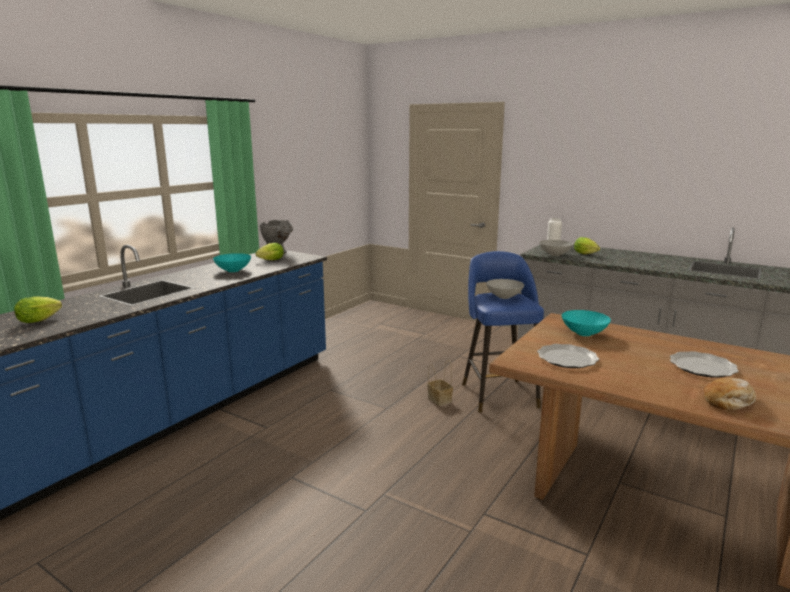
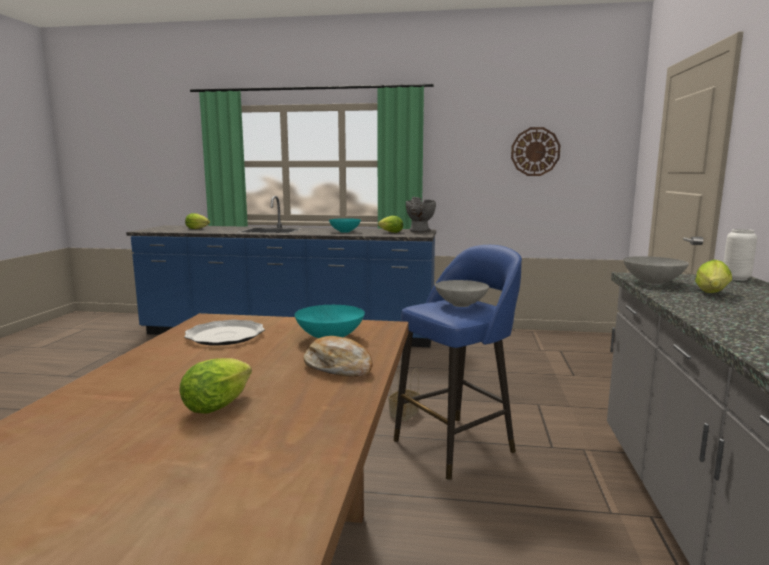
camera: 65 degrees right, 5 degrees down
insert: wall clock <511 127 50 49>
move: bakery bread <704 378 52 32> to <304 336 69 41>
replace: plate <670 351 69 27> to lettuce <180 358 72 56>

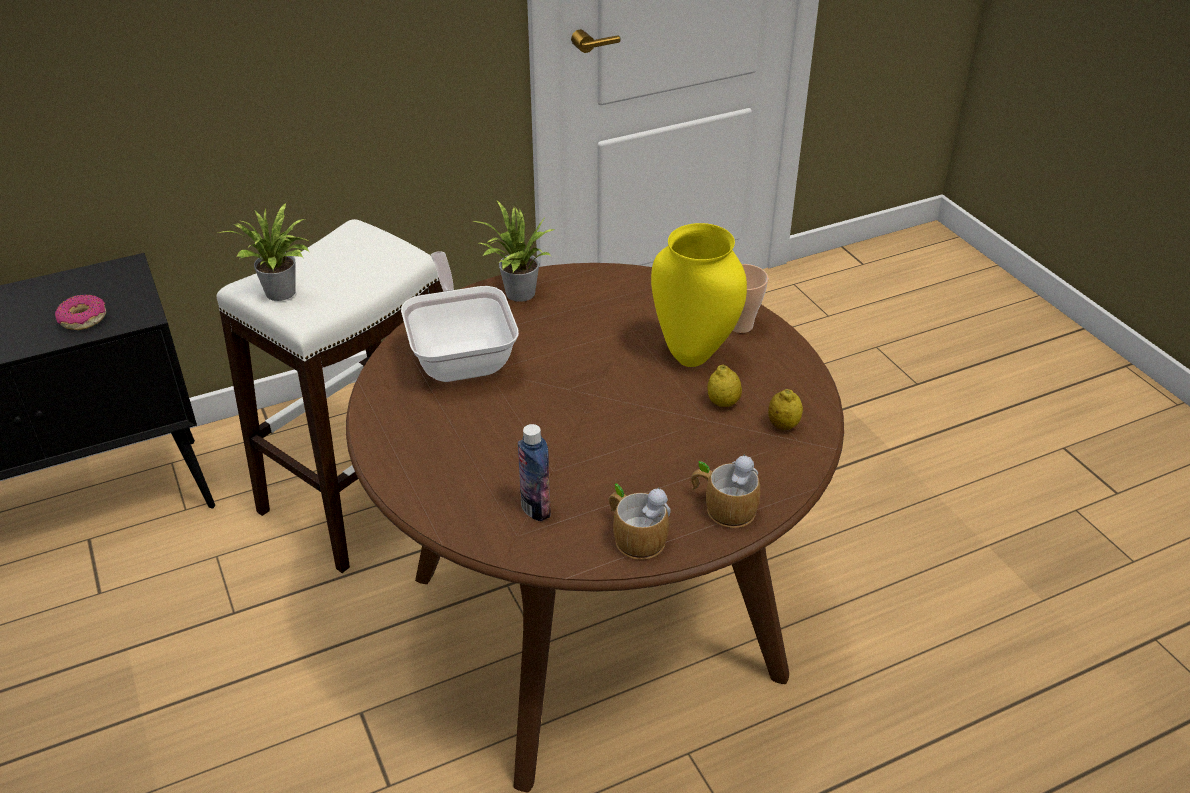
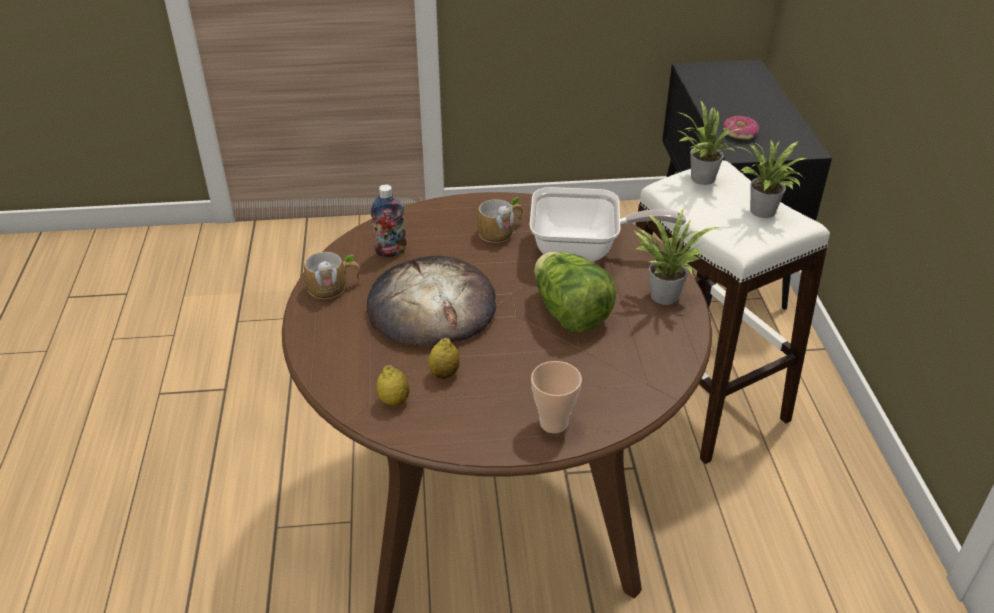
camera: 110 degrees right, 0 degrees up
delete: yellow flower vase <651 223 96 144>
insert: bakery bread <367 256 129 90>; lettuce <534 252 82 81>; houseplant <738 140 69 78>
move: tea mug <691 454 69 74> to <477 197 46 46>

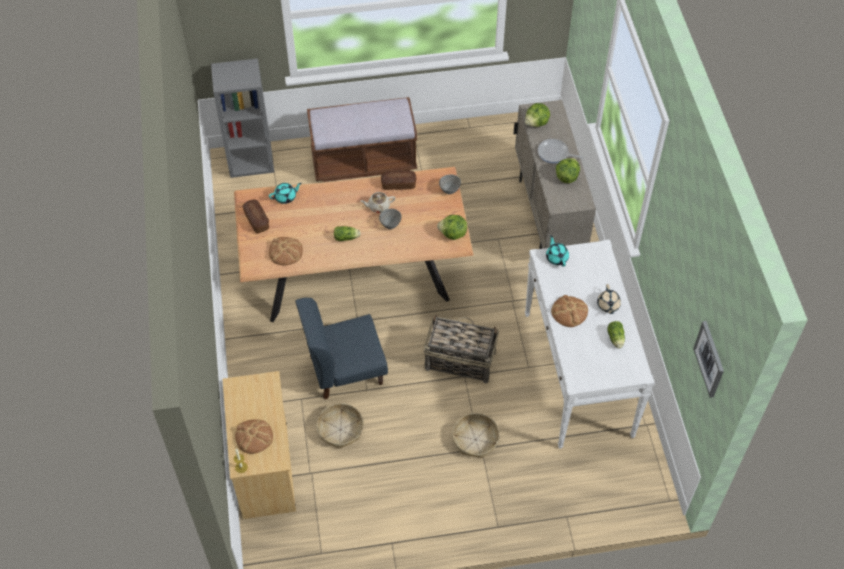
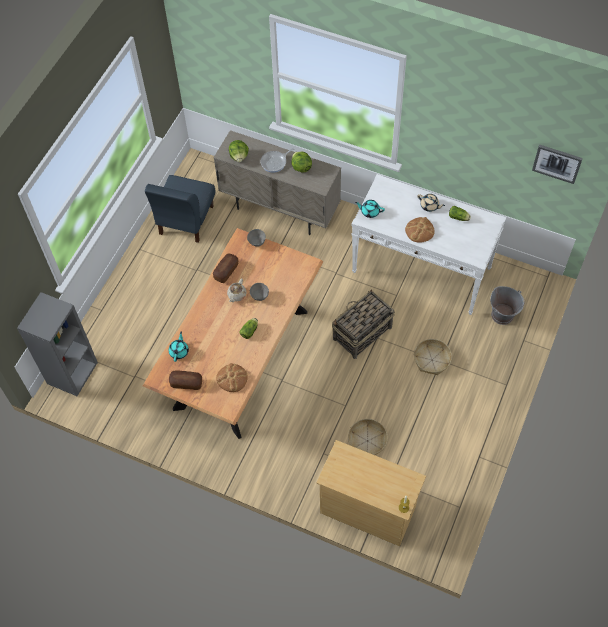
camera: 55 degrees left, 5 degrees up
delete: bakery bread <235 419 38 35>; brownish long seat <307 97 110 85>; lettuce <437 215 30 25>
insert: gray water bucket <490 286 34 39>
move: bluish plain chair <295 298 93 102> to <145 175 71 68>

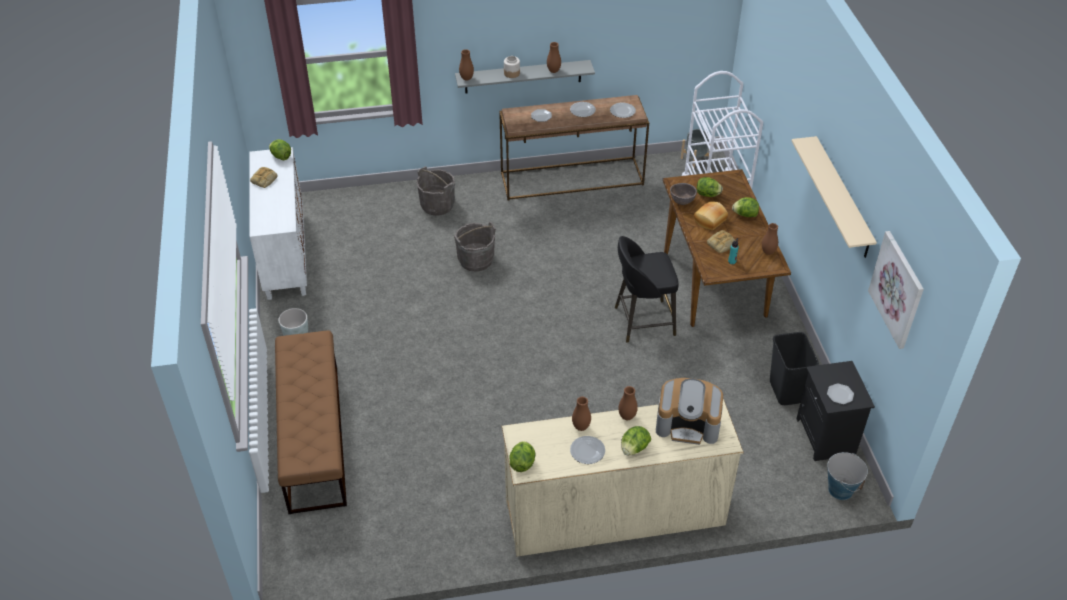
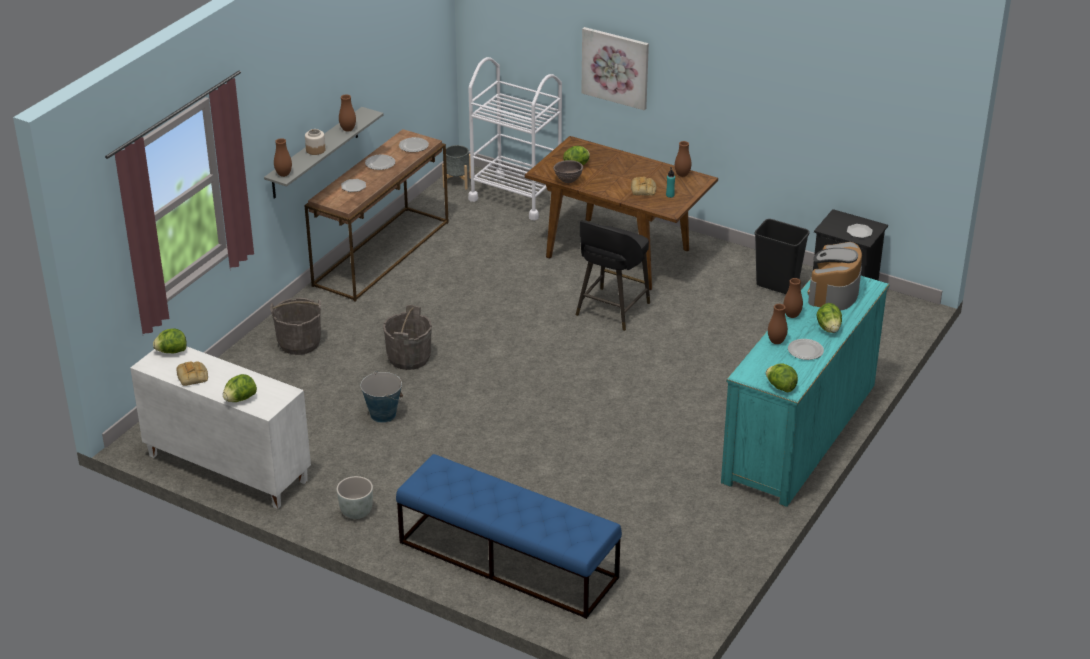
camera: 50 degrees left, 10 degrees down
delete: bakery bread <694 201 34 29>; beige-coloured shelf <792 136 85 122>
move: lettuce <732 197 27 20> to <223 374 34 28>; water bucket <827 452 41 48> to <361 371 42 52>; wall picture <868 231 56 118> to <581 27 68 83>
recolor: brownish long seat <275 330 72 184> to bluish long seat <396 454 226 165>; beige-coloured drawer chest <502 399 242 158> to turquoise drawer chest <721 276 168 231>
rotate: coffee brewer <656 378 67 67> = <807 242 55 69> 150 degrees clockwise

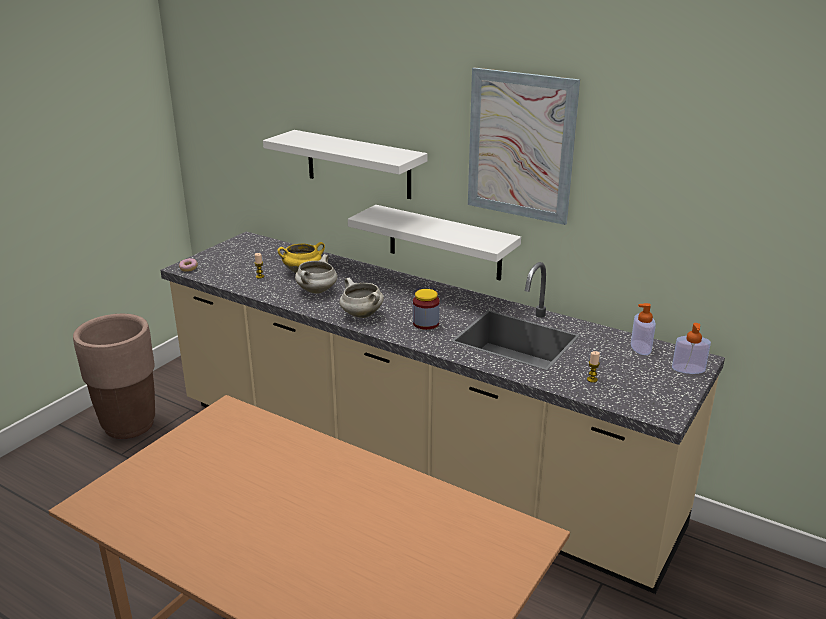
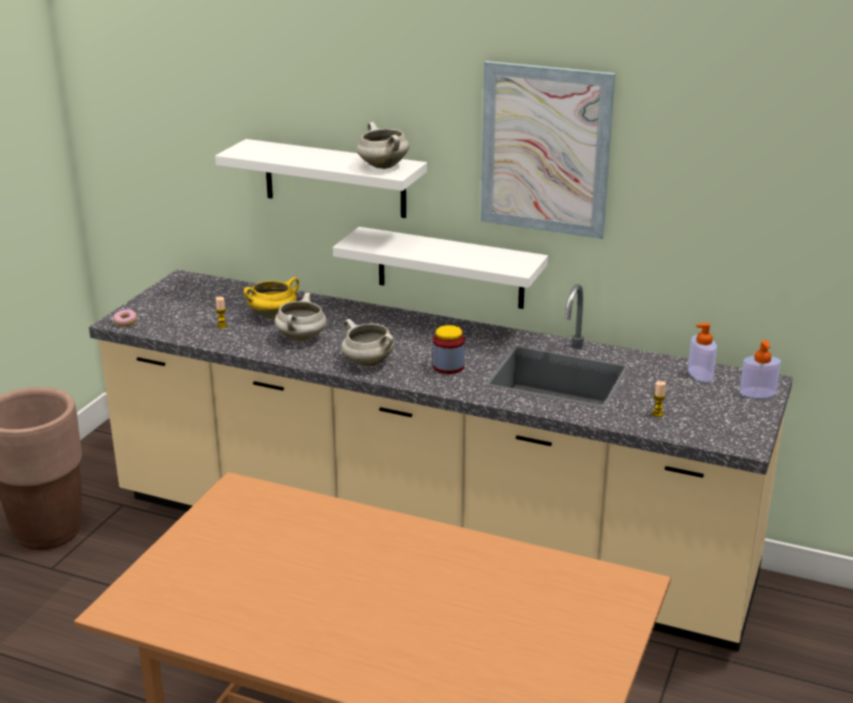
camera: 10 degrees left, 0 degrees up
insert: white-coloured cooking pot <357 122 52 47>

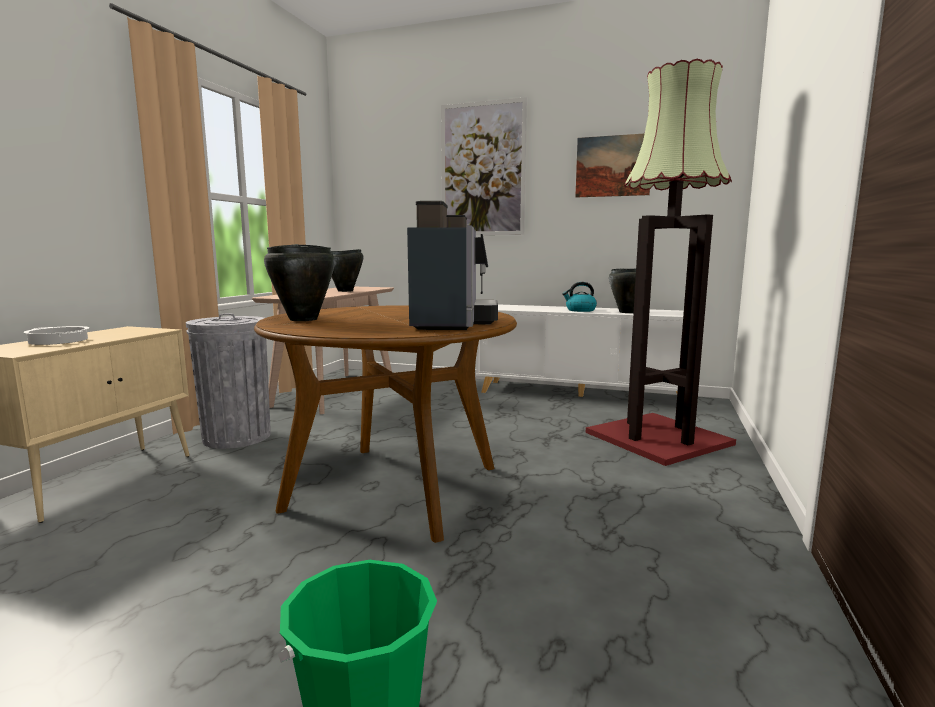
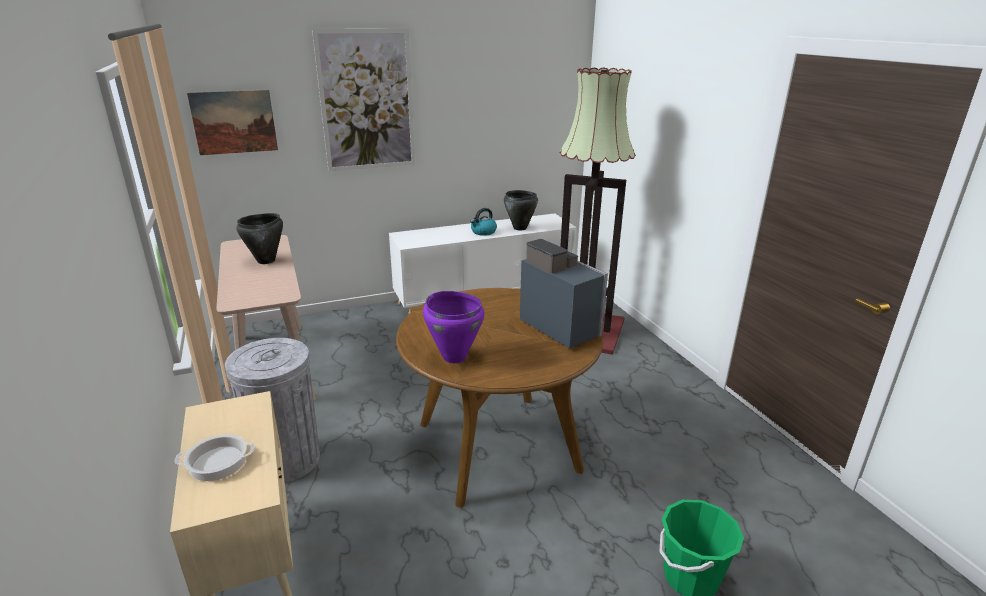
camera: 40 degrees left, 15 degrees up
move: wall picture <575 133 75 64> to <187 90 91 65>
recolor: black cooking pot <264 244 71 77> to purple-coloured cooking pot <423 291 61 72>

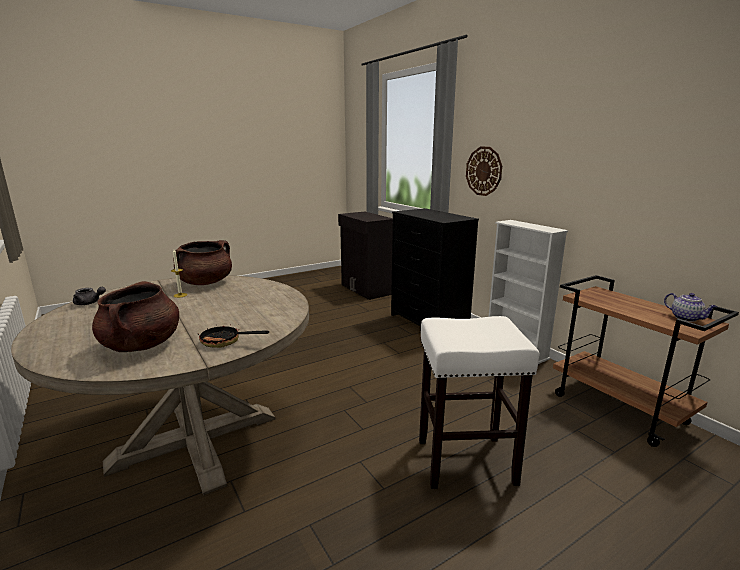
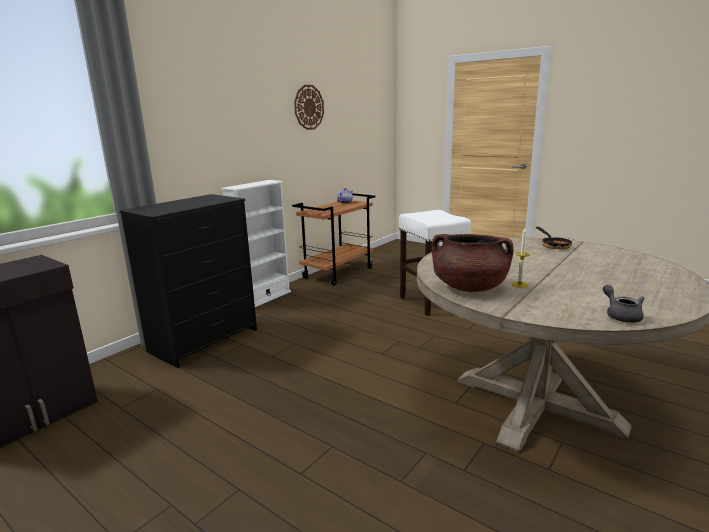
camera: 110 degrees left, 0 degrees up
delete: brownish cooking pot <92 281 87 71>
move: wall clock <466 147 36 49> to <294 85 30 45>

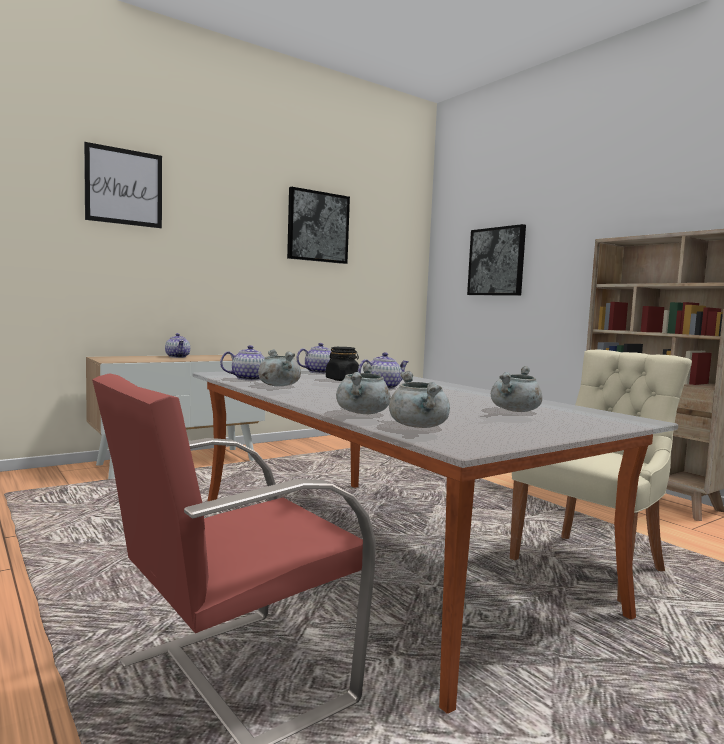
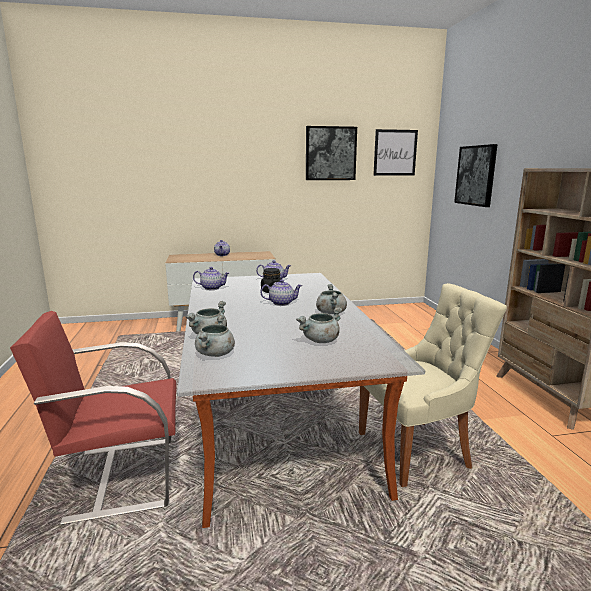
camera: 25 degrees right, 10 degrees up
move: wall picture <84 142 78 86> to <373 129 45 47>; gray cooking pot <258 349 43 37> to <316 284 31 30>

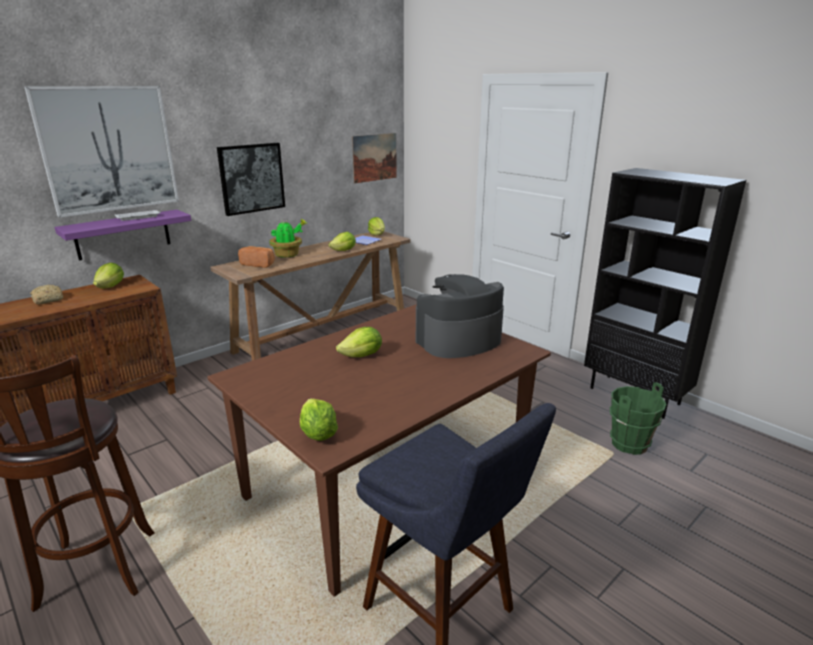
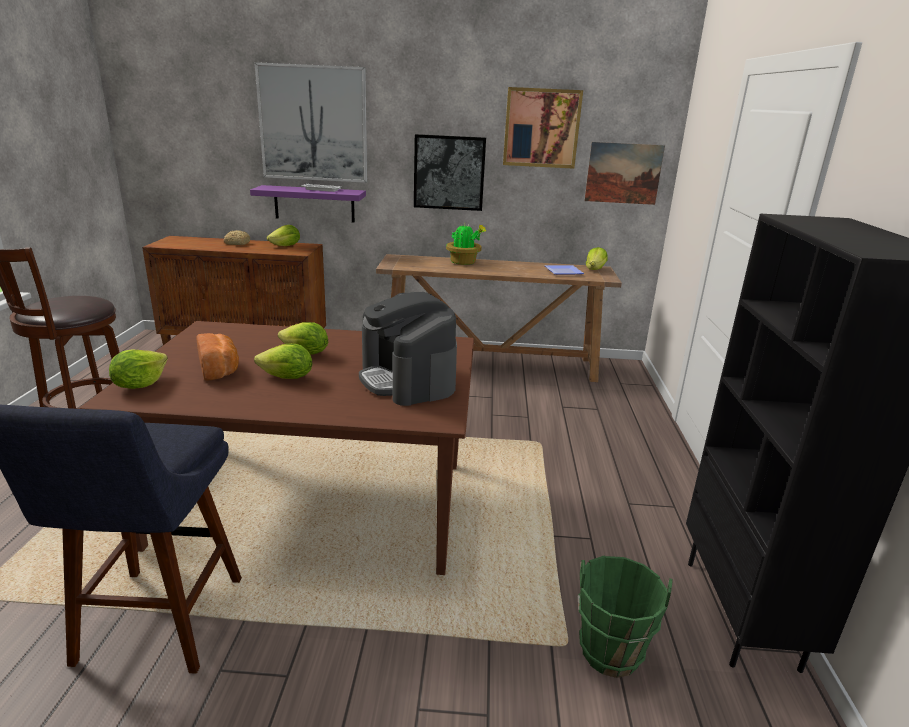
camera: 45 degrees right, 0 degrees up
insert: wall picture <503 87 80 82>
move: bakery bread <238 246 37 22> to <197 333 42 48>; lettuce <328 232 28 19> to <254 344 58 35>
rotate: coffee brewer <416 274 88 84> = <359 292 98 114> 135 degrees counterclockwise

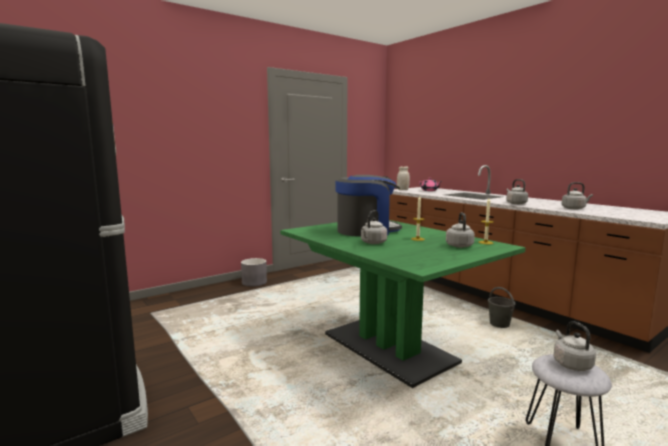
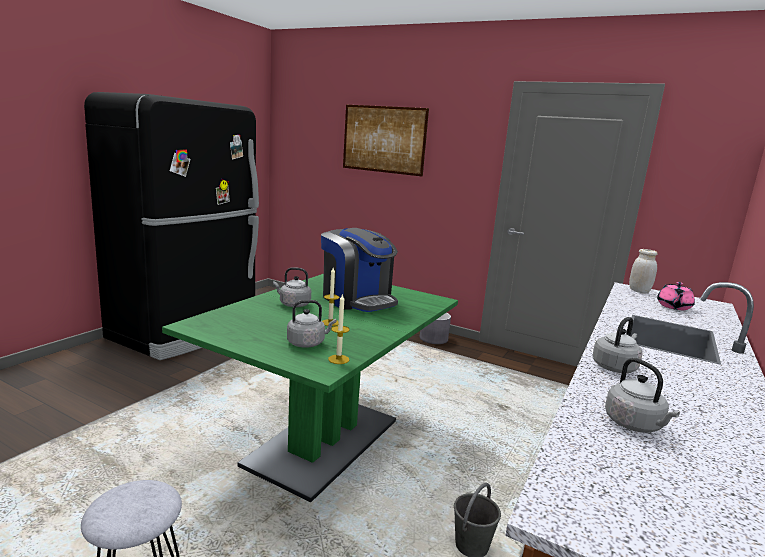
camera: 65 degrees right, 5 degrees up
delete: gray tea kettle <553 321 43 50>
insert: wall picture <343 105 86 71>

